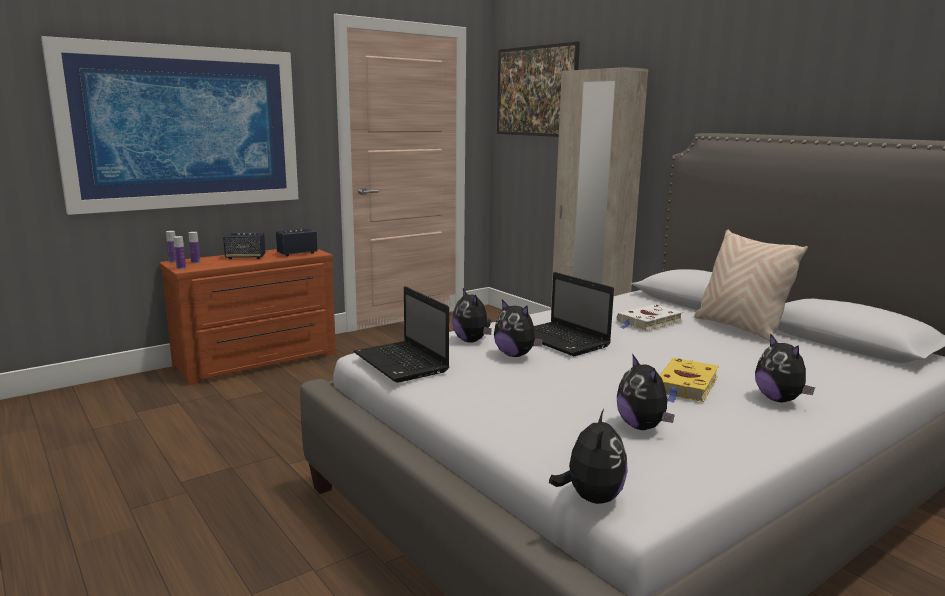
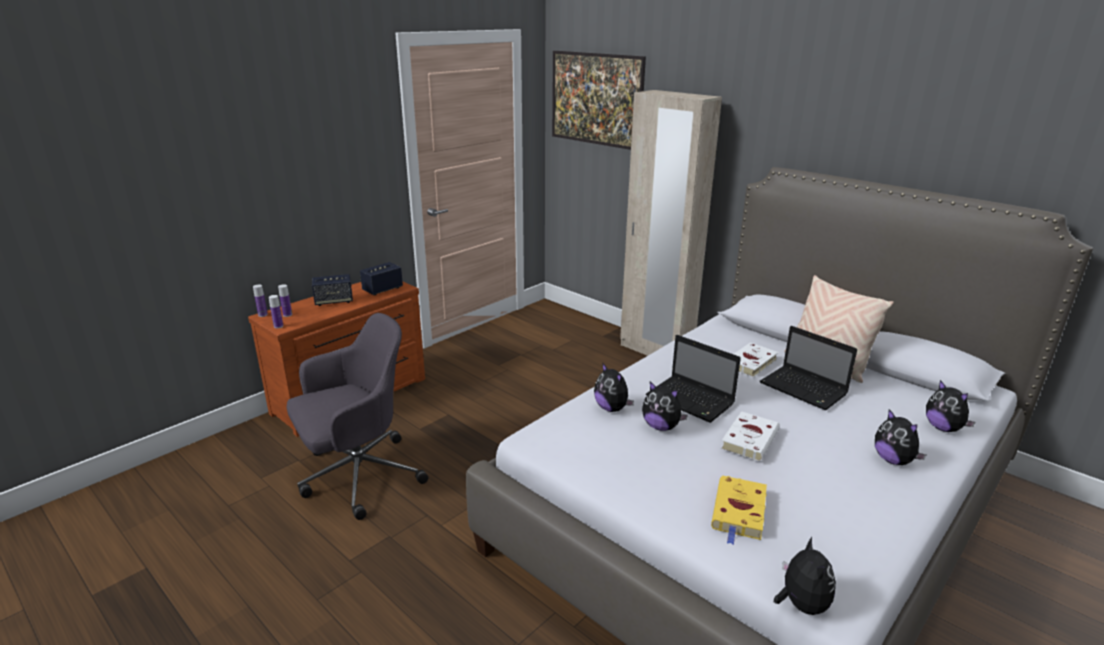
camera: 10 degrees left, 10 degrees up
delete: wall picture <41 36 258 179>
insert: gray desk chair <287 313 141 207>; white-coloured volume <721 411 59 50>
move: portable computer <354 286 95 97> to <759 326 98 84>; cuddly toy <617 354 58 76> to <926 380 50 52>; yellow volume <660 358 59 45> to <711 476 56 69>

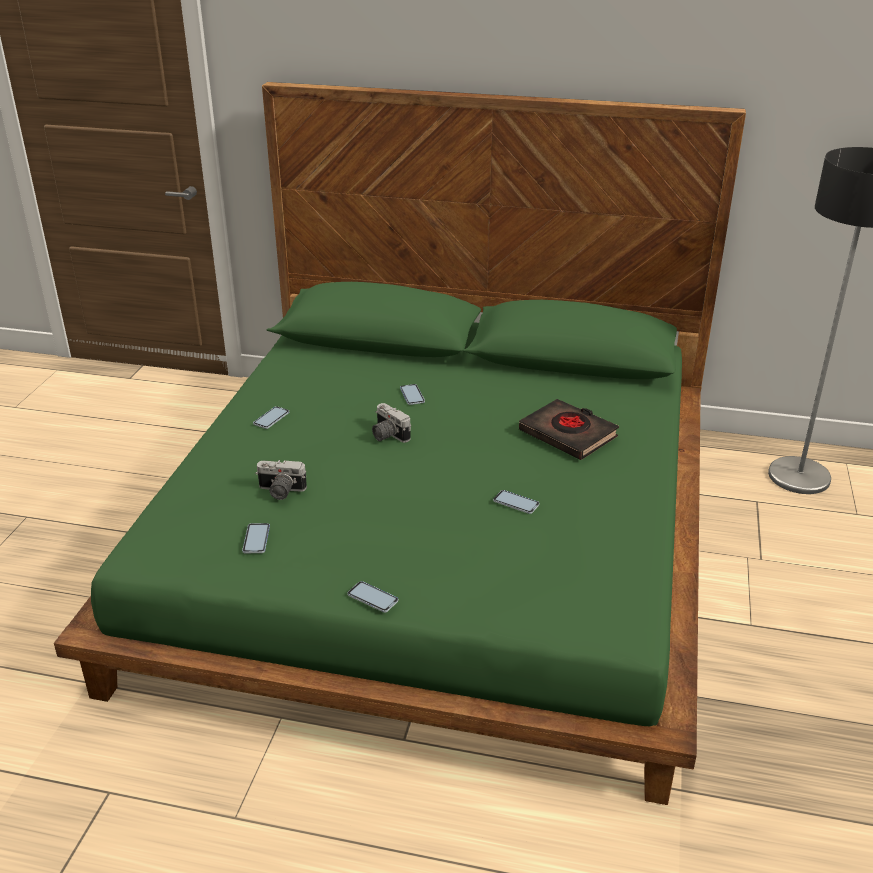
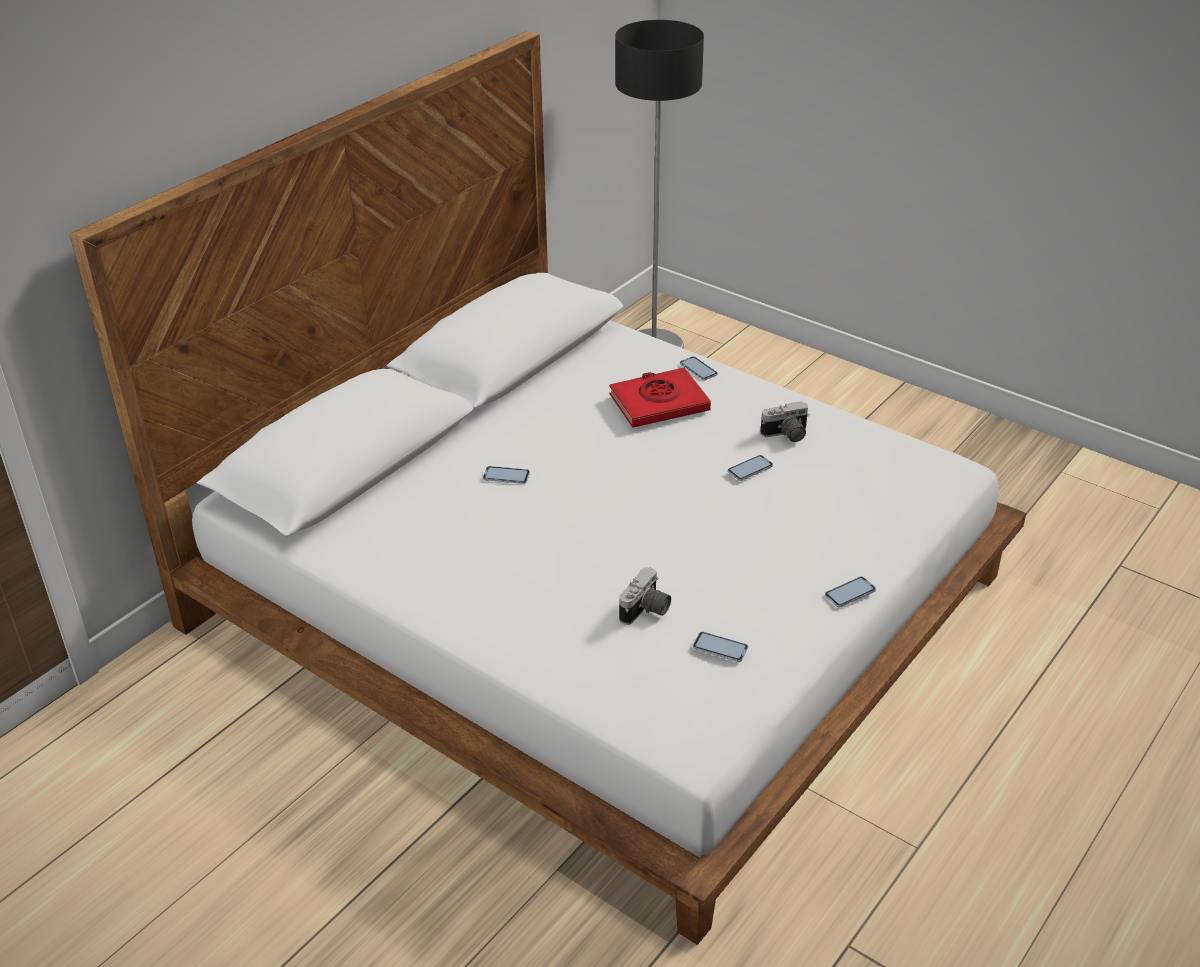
camera: 65 degrees left, 5 degrees up
move: phone <253 406 36 23> to <680 356 38 24>; still camera <372 403 39 40> to <760 401 50 41>
recolor: green sleeping bed <54 82 692 723> to white-coloured sleeping bed <70 31 956 914>; black volume <519 399 100 61> to red-coloured volume <609 367 102 61>

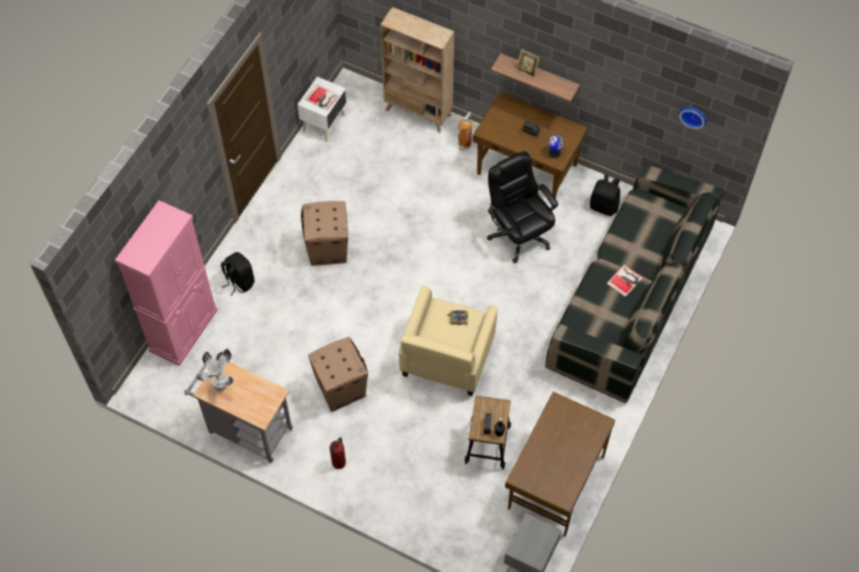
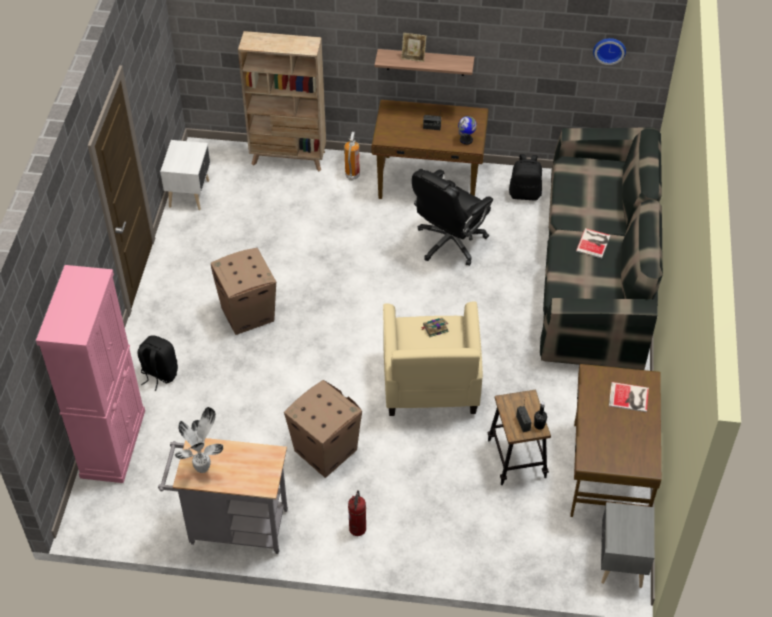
camera: 20 degrees left, 10 degrees down
move: volume <305 84 34 26> to <609 382 40 30>
rotate: black desk chair <487 151 71 112> = <412 169 81 97> 90 degrees counterclockwise

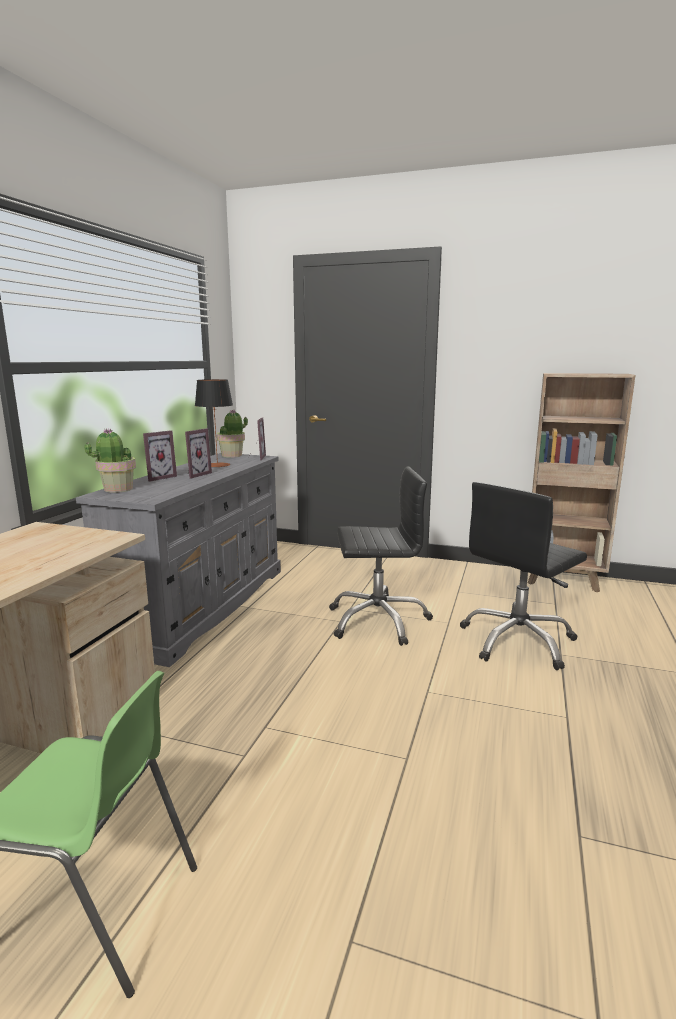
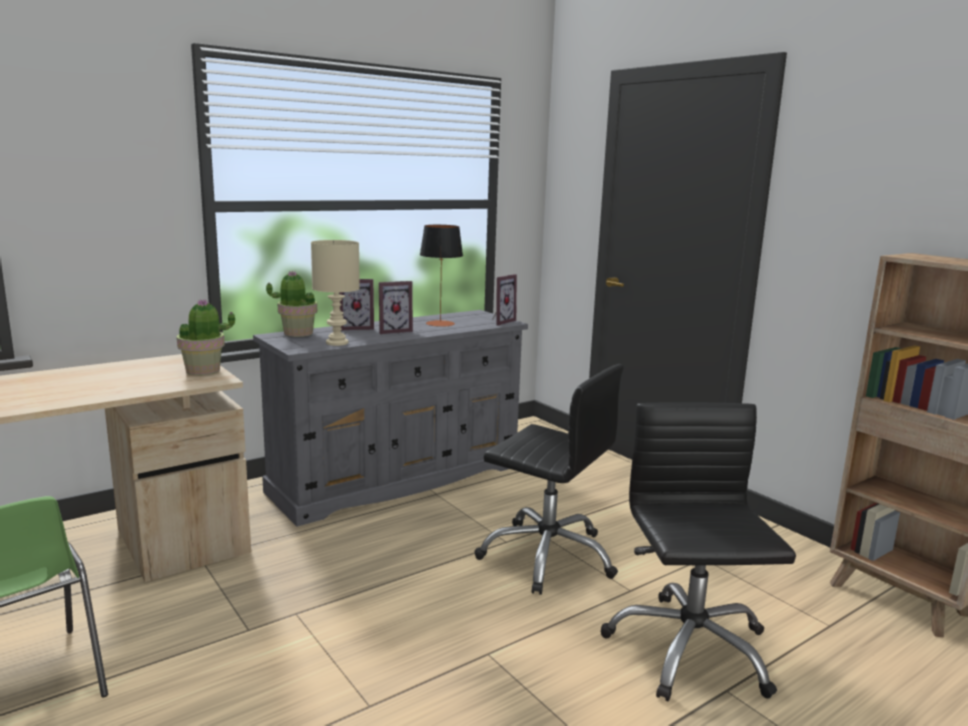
camera: 35 degrees right, 0 degrees up
insert: beige-coloured tabletop lamp <311 240 49 106>
move: houseplant <217 410 31 48> to <177 299 58 76>
rotate: black desk chair <460 482 127 188> = <601 402 195 299> 90 degrees clockwise

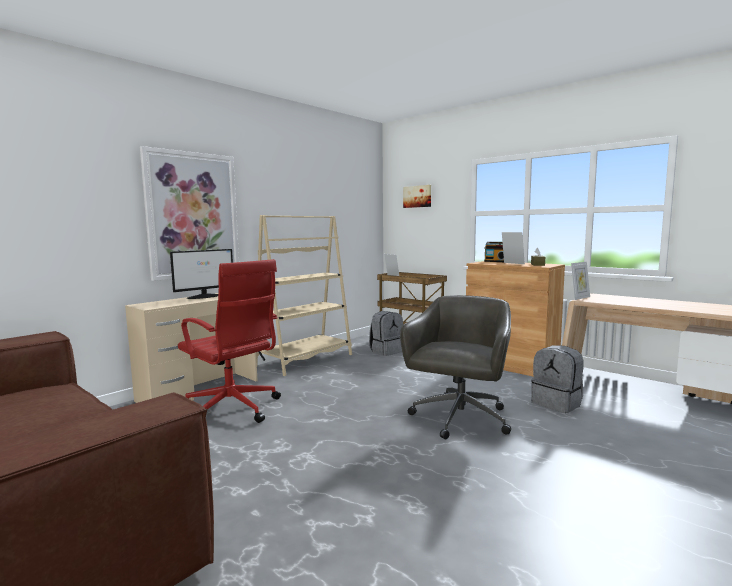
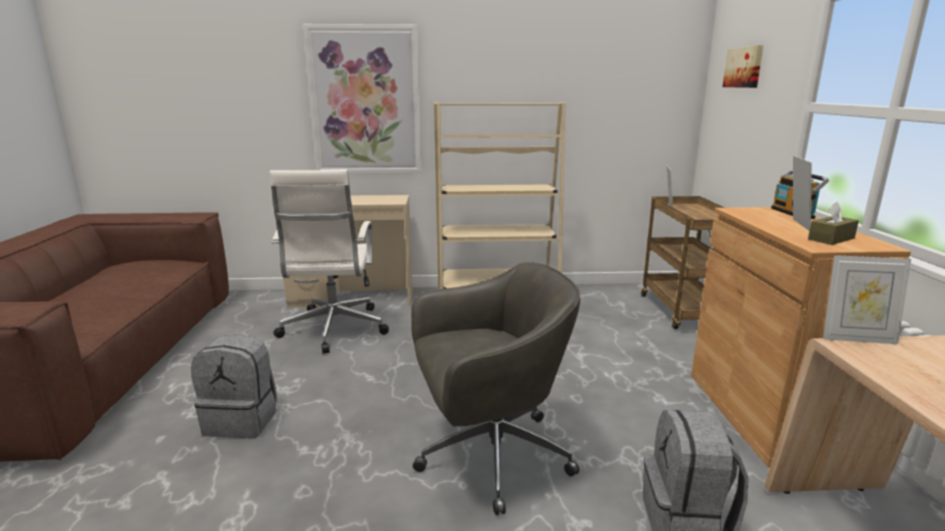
camera: 45 degrees right, 10 degrees up
delete: computer display <170 249 63 50>
move: gray rucksack <369 311 34 45> to <191 334 86 104>
recolor: red-coloured desk chair <178 259 103 164> to white-coloured desk chair <269 170 120 184>

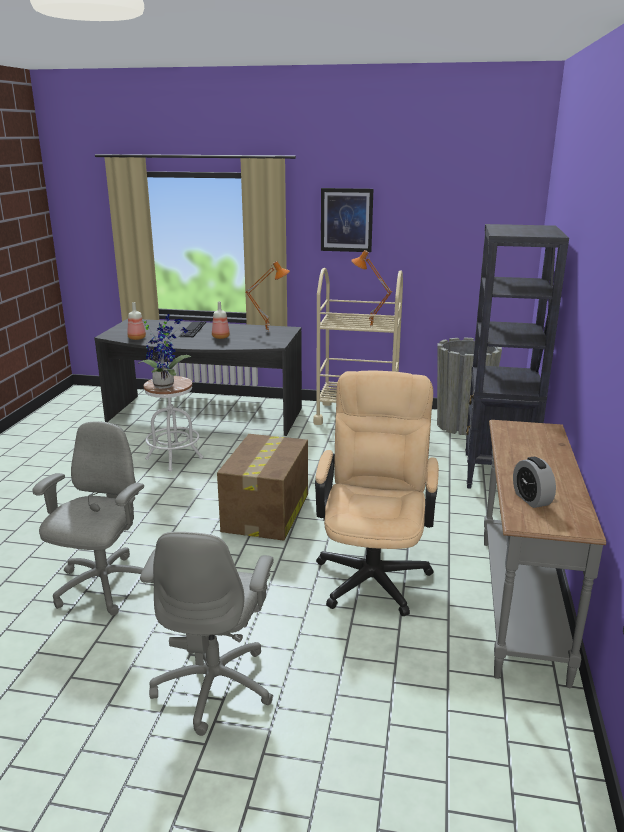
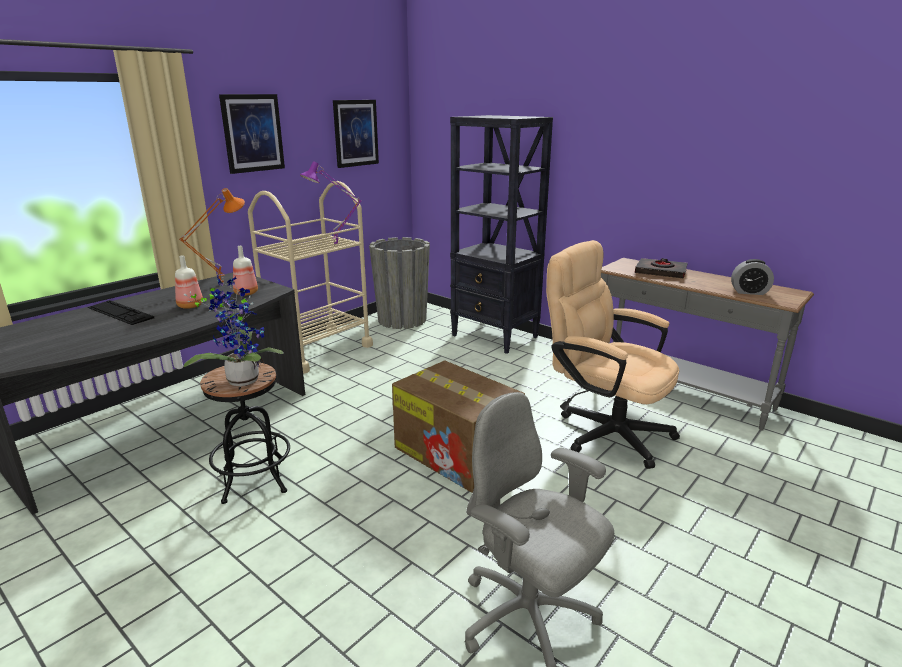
camera: 60 degrees left, 0 degrees up
delete: gray desk chair <140 532 133 204>
insert: wall picture <333 100 46 68>; black volume <635 258 53 21>
move: drink bottle <127 302 19 38> to <233 246 25 50>
recolor: white-coloured stool seat <144 376 59 96> to black stool seat <200 362 90 142>; orange-coloured tabletop lamp <351 250 41 78> to purple-coloured tabletop lamp <300 161 62 83>

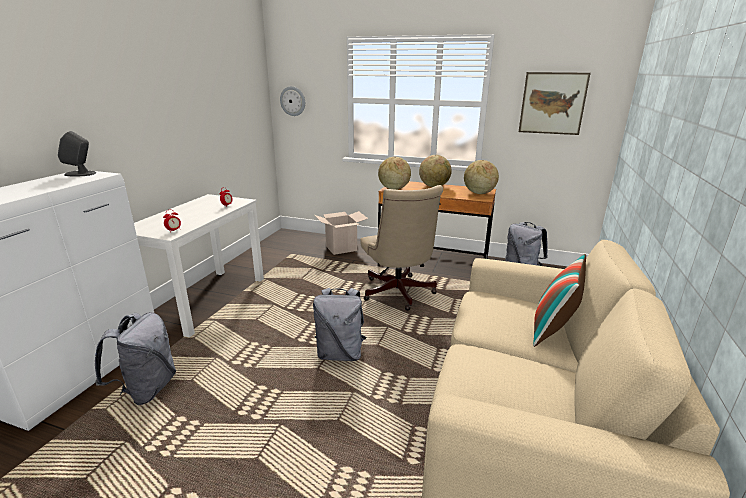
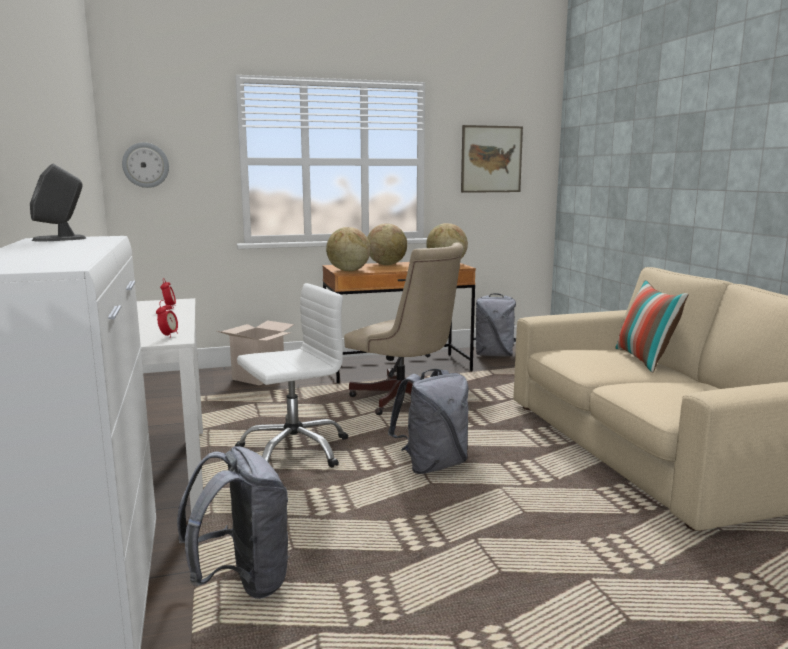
camera: 35 degrees left, 10 degrees down
insert: white-coloured desk chair <235 283 113 185>

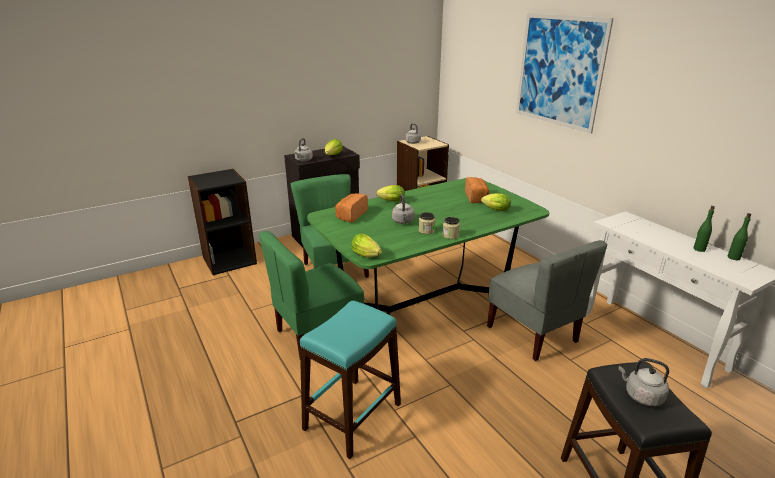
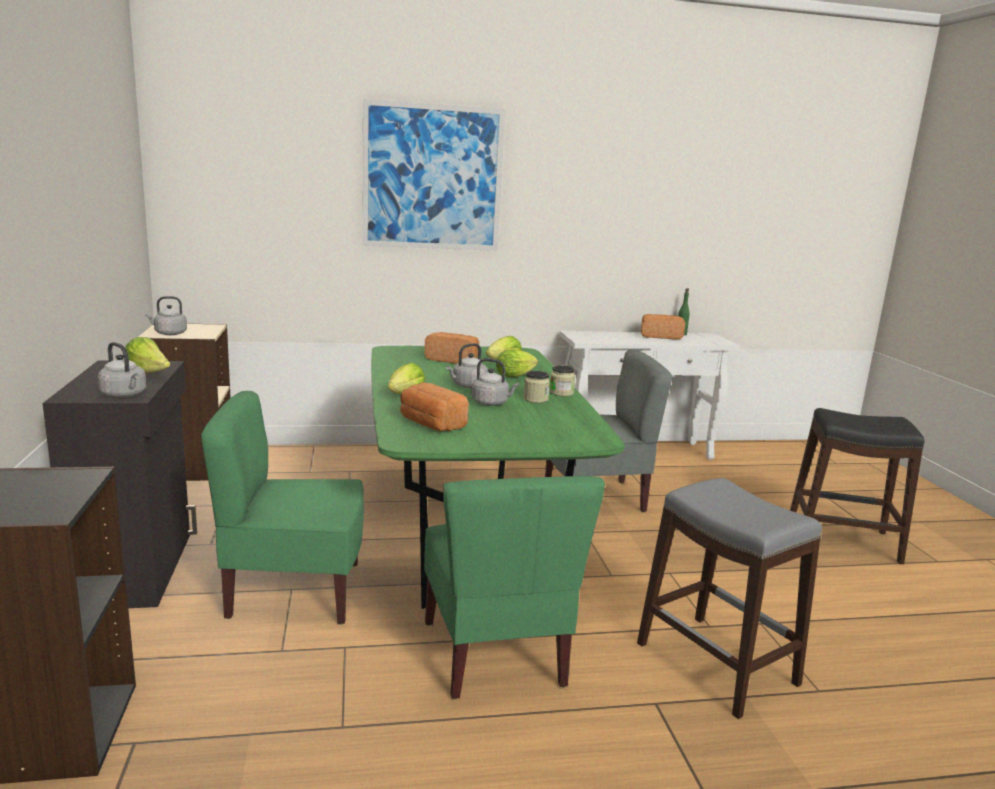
camera: 70 degrees left, 10 degrees down
move: lettuce <351 234 31 23> to <496 349 42 28>; gray tea kettle <619 358 50 48> to <446 343 42 45>
replace: green drink bottle <693 206 22 46> to bakery bread <641 314 45 25>
recolor: turquoise stool seat <300 301 101 158> to gray stool seat <637 478 185 241>

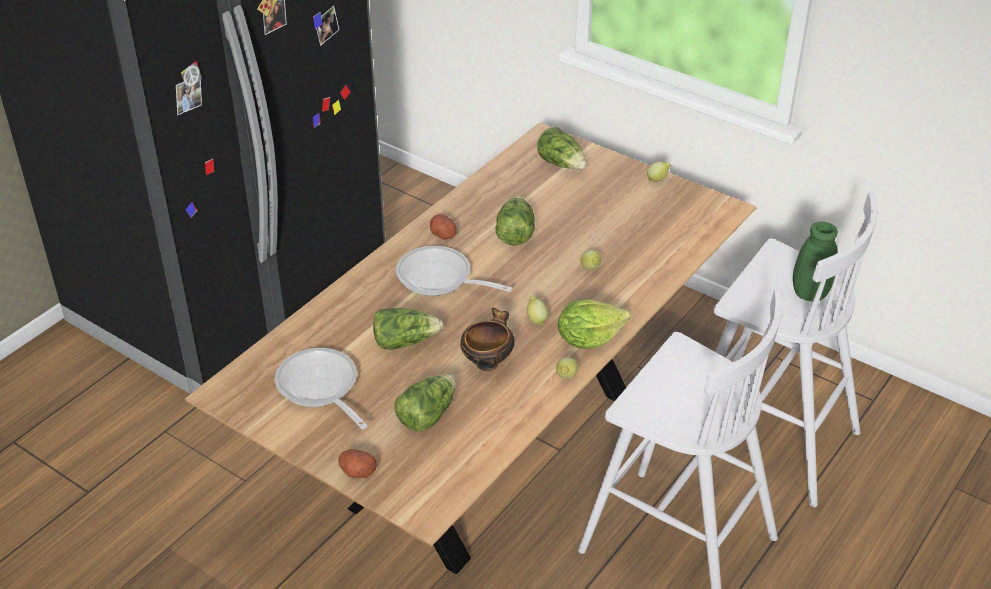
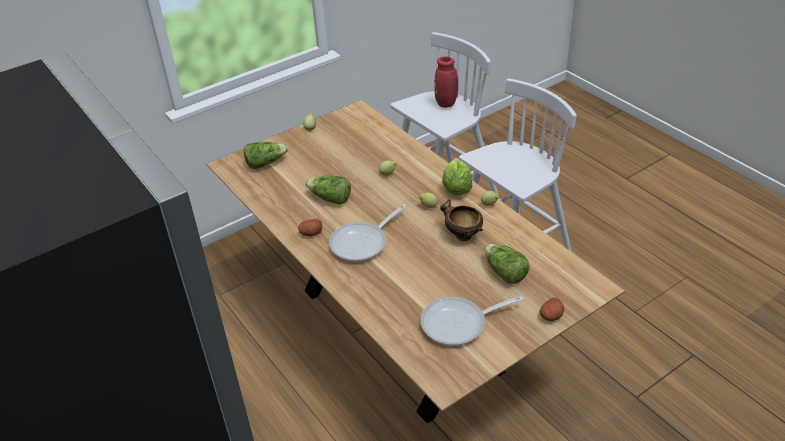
camera: 70 degrees left, 0 degrees up
delete: lettuce <373 308 71 42>
recolor: green flower vase <793 222 45 80> to red-coloured flower vase <434 57 24 51>

